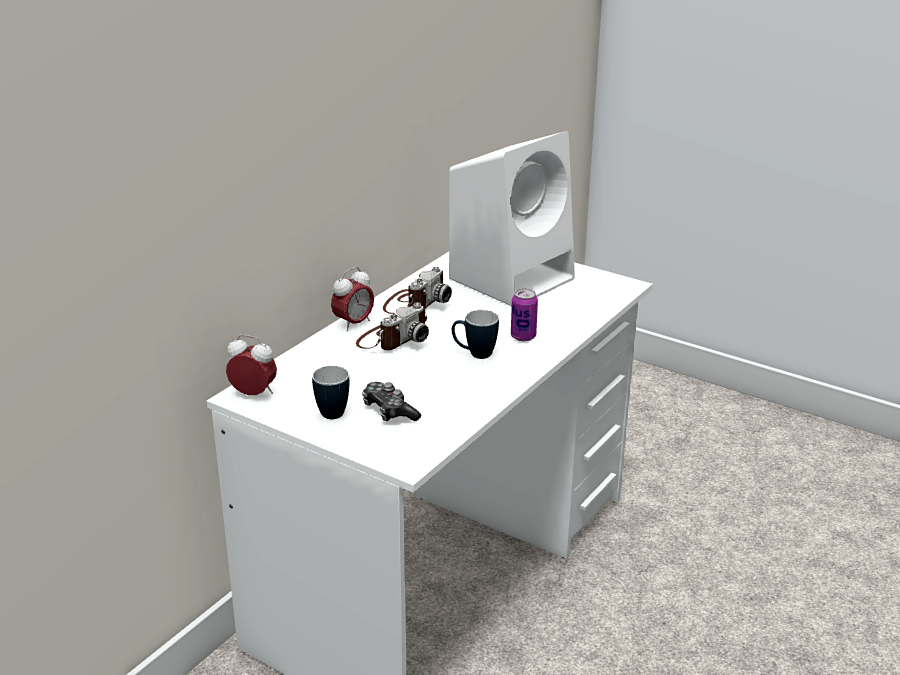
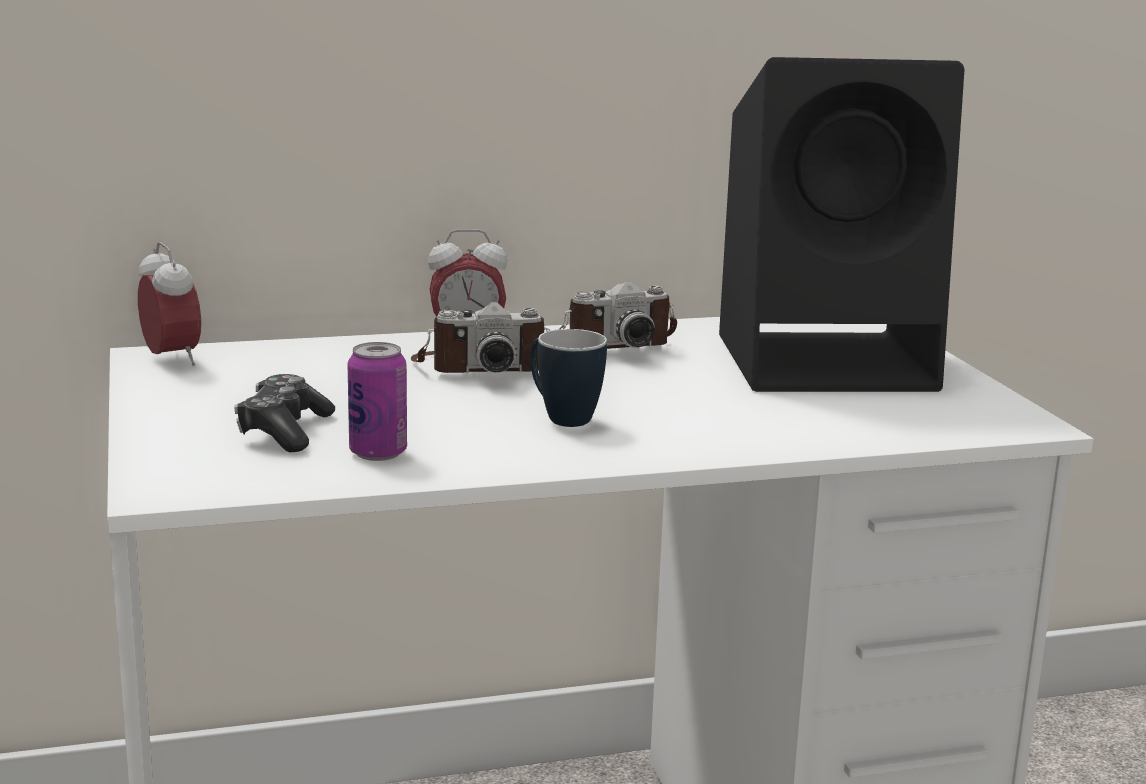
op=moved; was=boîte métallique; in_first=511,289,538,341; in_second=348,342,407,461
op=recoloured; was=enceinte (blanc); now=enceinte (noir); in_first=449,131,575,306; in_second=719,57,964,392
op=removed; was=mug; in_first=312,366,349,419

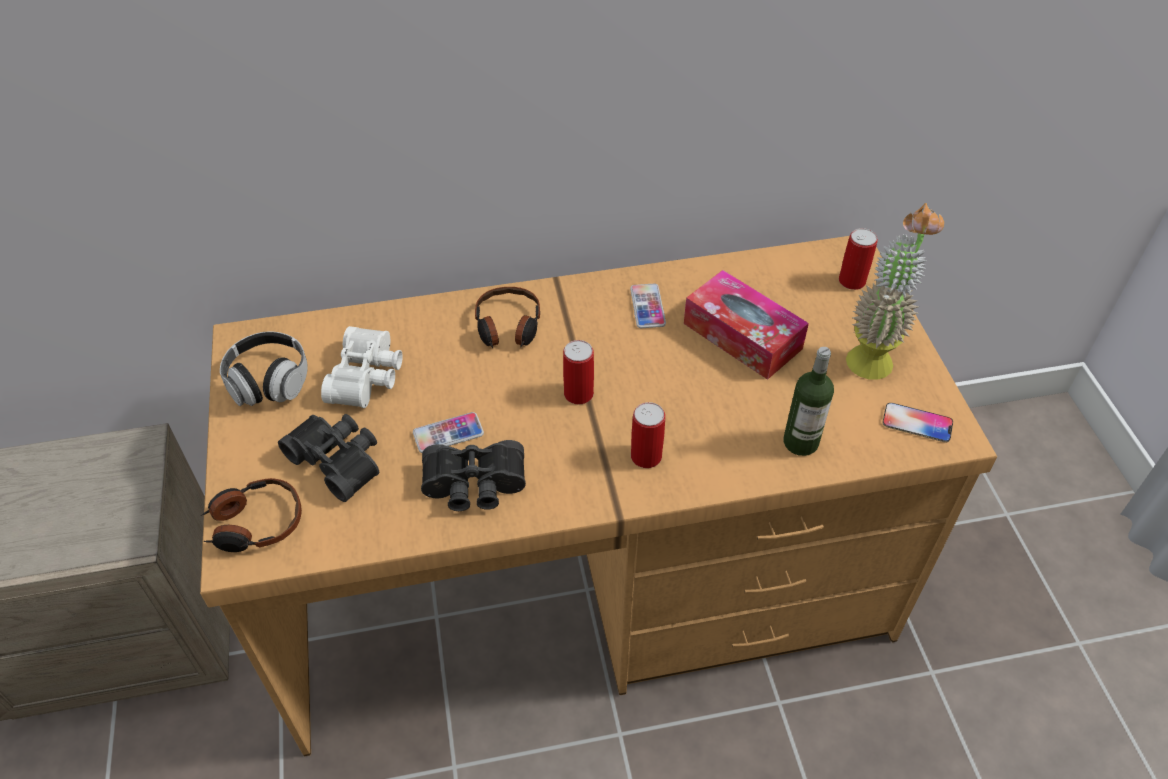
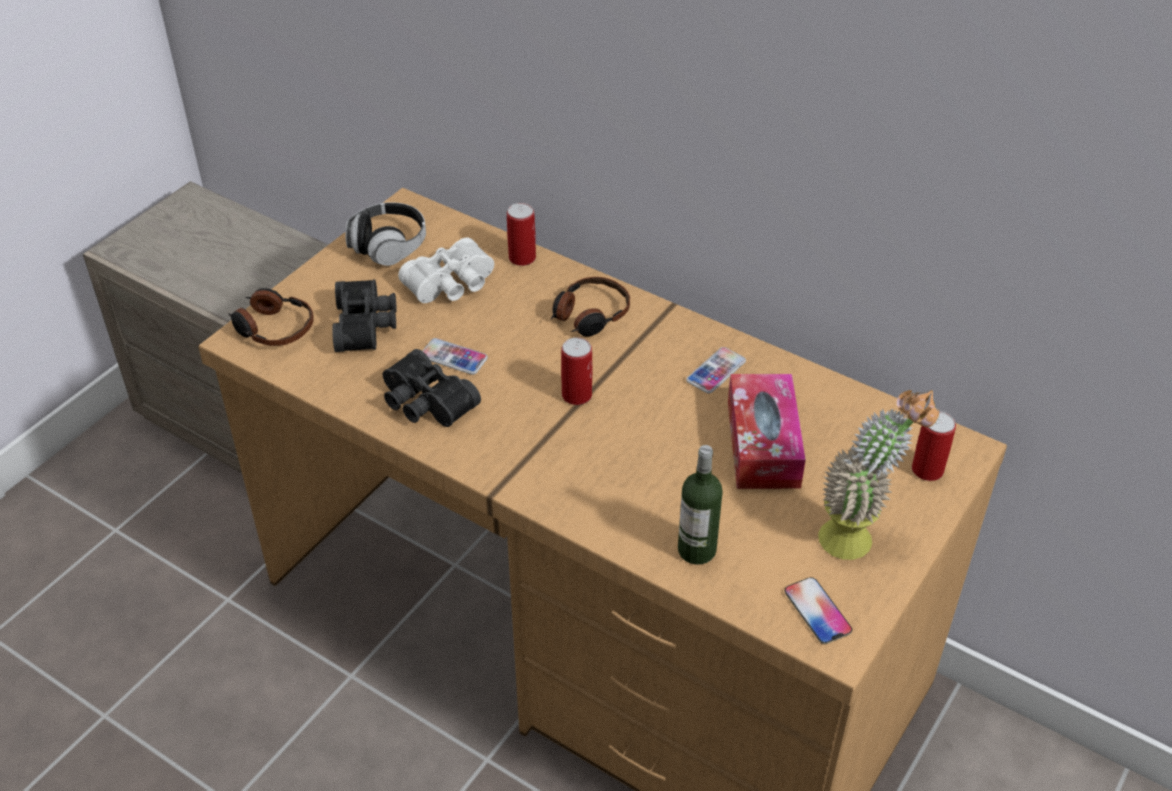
op=moved; was=boîte métallique; in_first=631,402,665,468; in_second=507,203,536,266

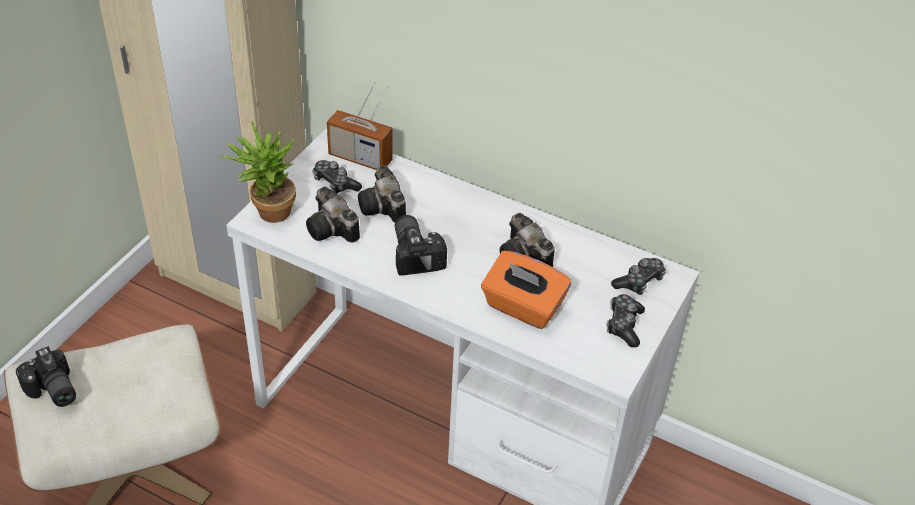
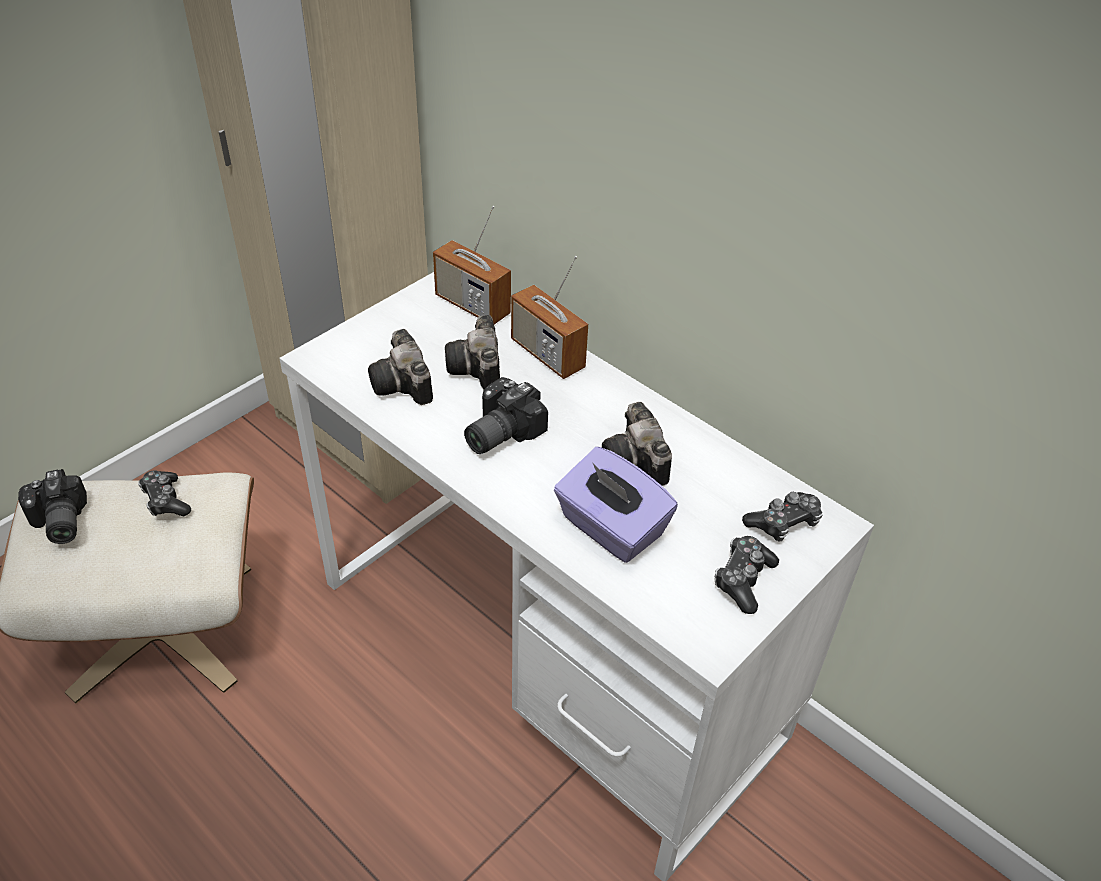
op=moved; was=manette; in_first=312,160,362,193; in_second=138,470,191,516
op=turned; was=appareil photo; in_first=395,215,447,276; in_second=464,377,548,454; clockwise=-135
op=added; now=radio; in_second=511,256,588,379
op=recoloured; was=boîte à mouchoirs (orange); now=boîte à mouchoirs (violet); in_first=481,250,572,329; in_second=554,447,678,563
op=removed; was=plante en pot; in_first=221,121,296,223

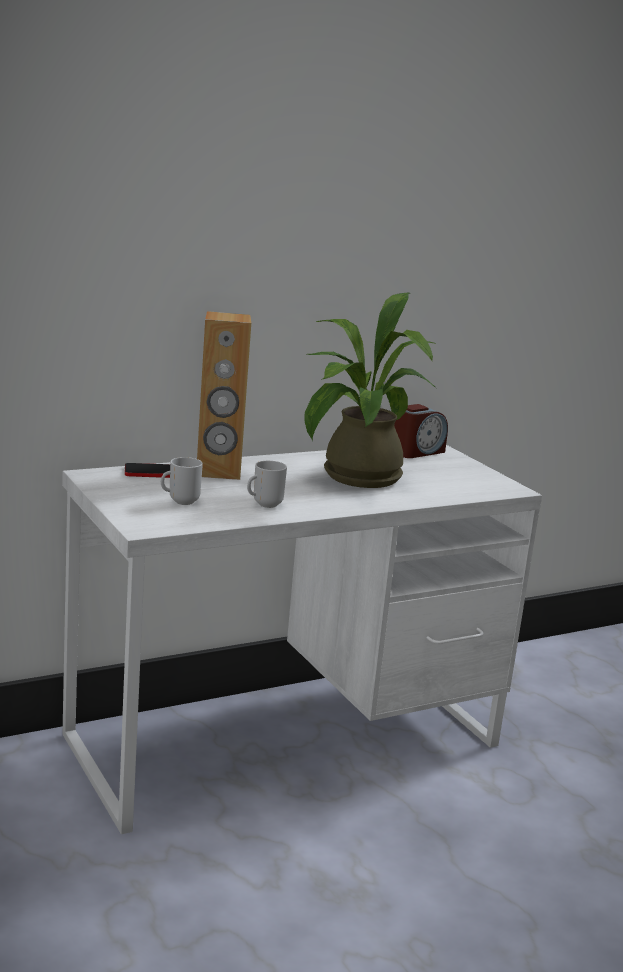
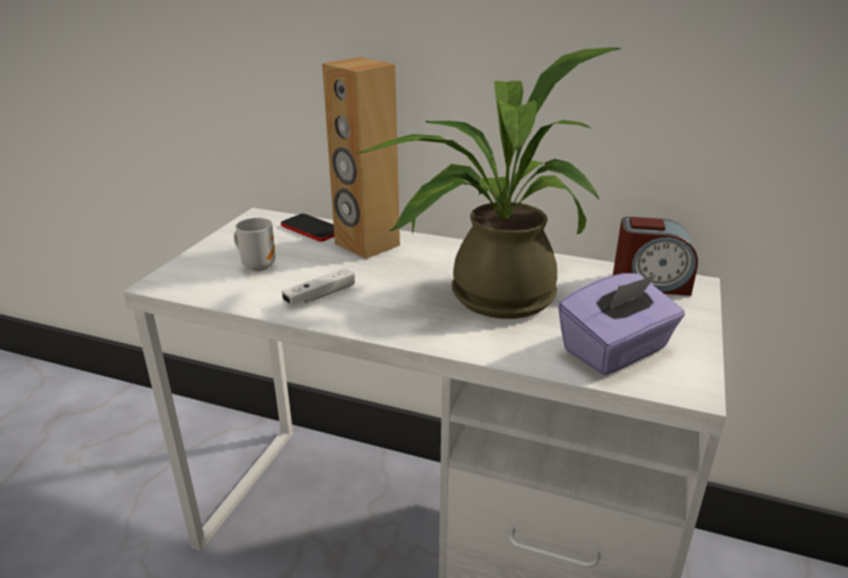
op=replaced; was=mug; now=manette (blanc); in_first=247,461,287,508; in_second=282,268,355,305
op=added; now=boîte à mouchoirs (violet); in_second=558,273,685,375

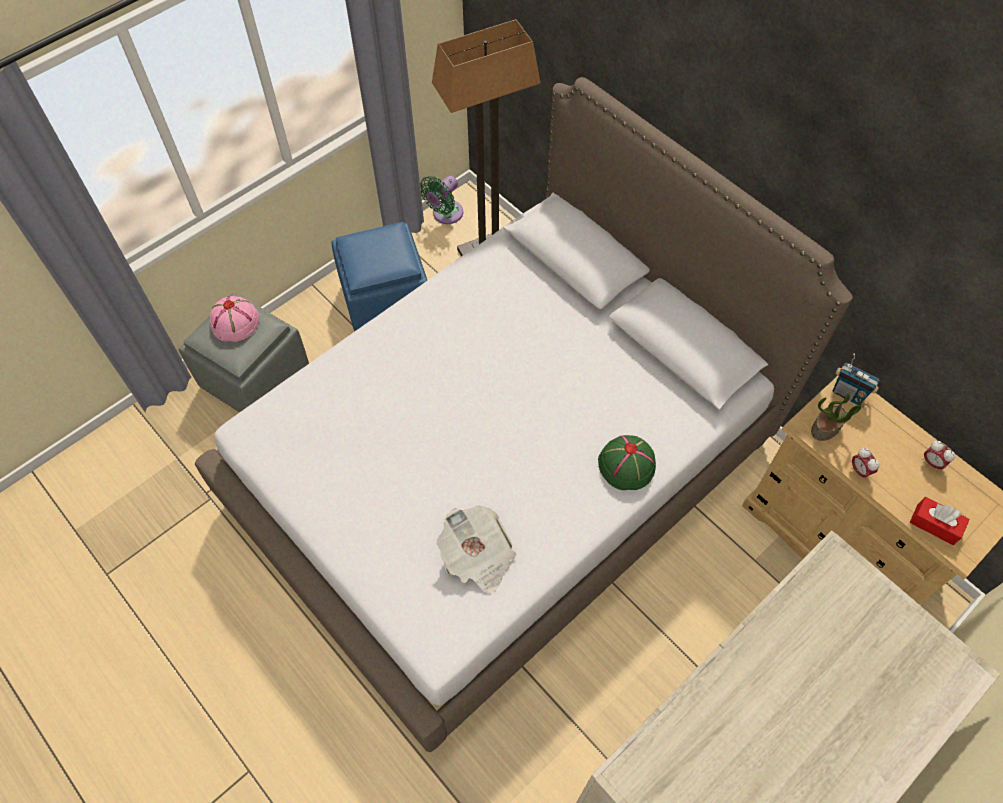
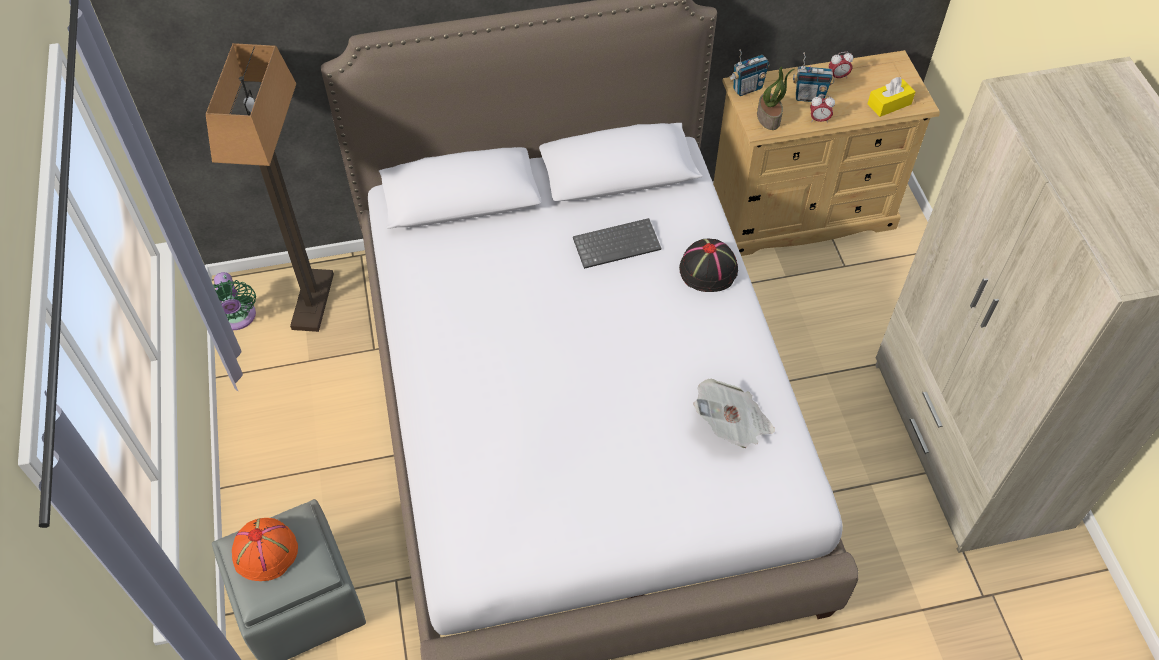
op=recoloured; was=chapeau (rose); now=chapeau (orange); in_first=210,296,259,342; in_second=232,518,298,581
op=added; now=clavier; in_second=573,218,661,269
op=recoloured; was=chapeau (vert); now=chapeau (noir); in_first=598,435,656,490; in_second=679,239,738,292
op=added; now=radio; in_second=793,52,835,102
op=recoloured; was=boîte à mouchoirs (rouge); now=boîte à mouchoirs (jaune); in_first=910,497,970,545; in_second=868,77,915,117
op=removed; was=pouf (bleu); in_first=331,222,427,332

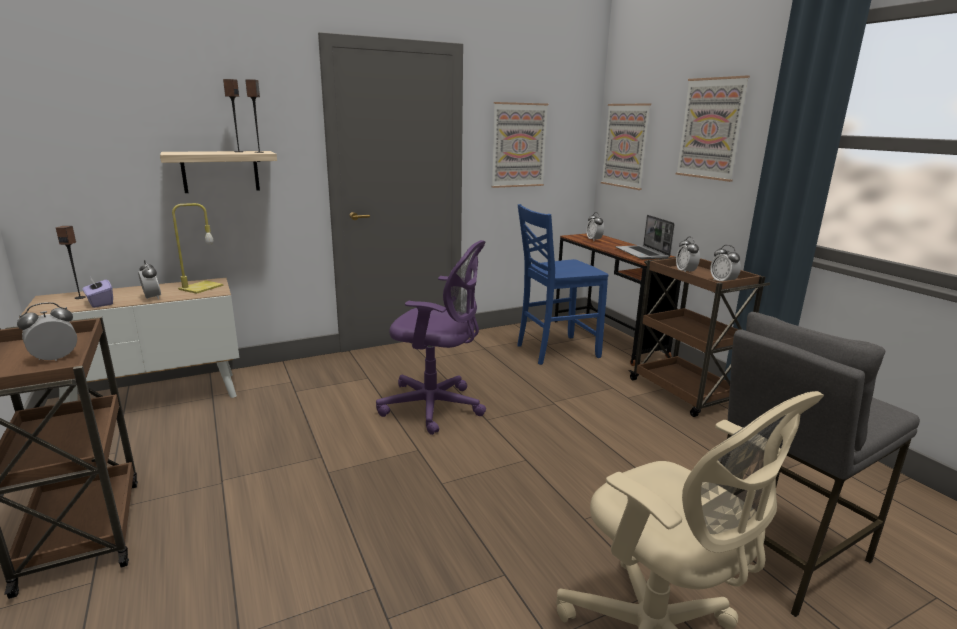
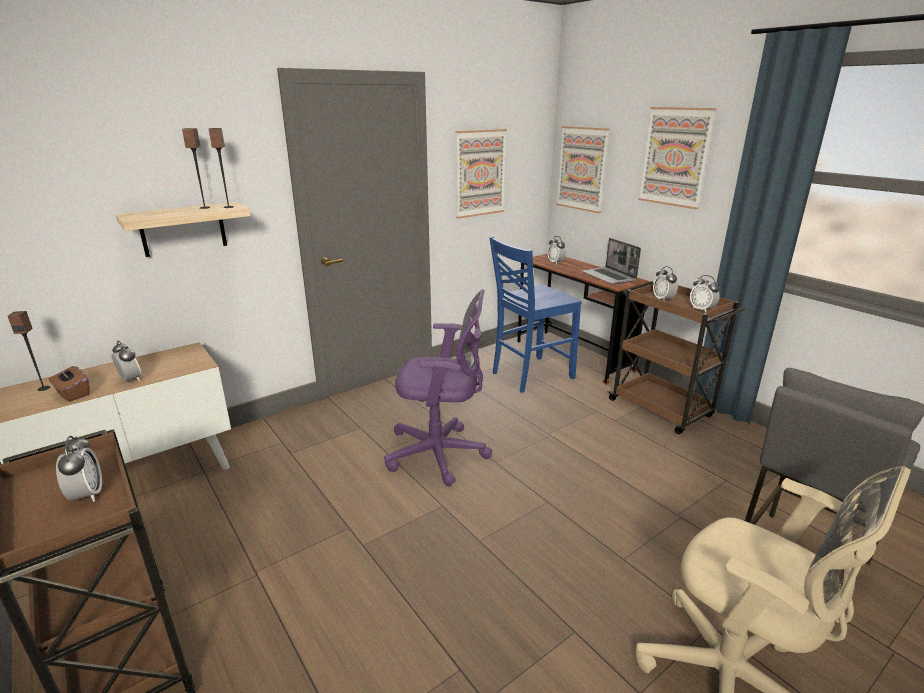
op=recoloured; was=boîte à mouchoirs (violet); now=boîte à mouchoirs (marron); in_first=82,276,113,308; in_second=49,366,90,402
op=turned; was=réveil; in_first=17,302,77,361; in_second=56,436,102,502; clockwise=120
op=removed; was=lampe de table (jaune); in_first=172,203,223,294

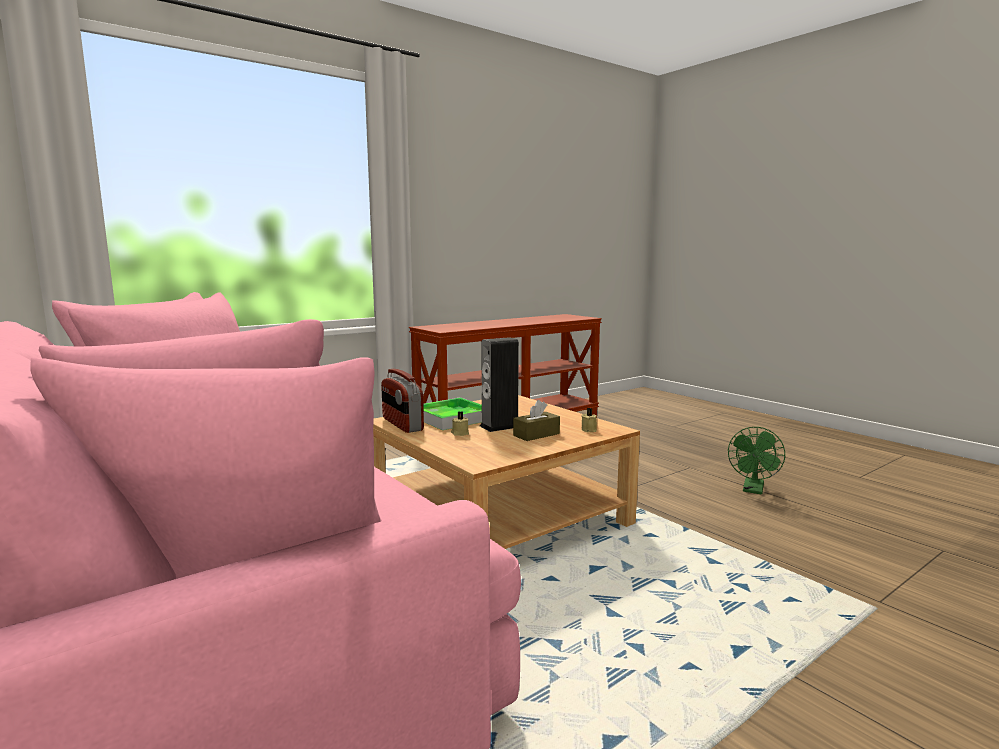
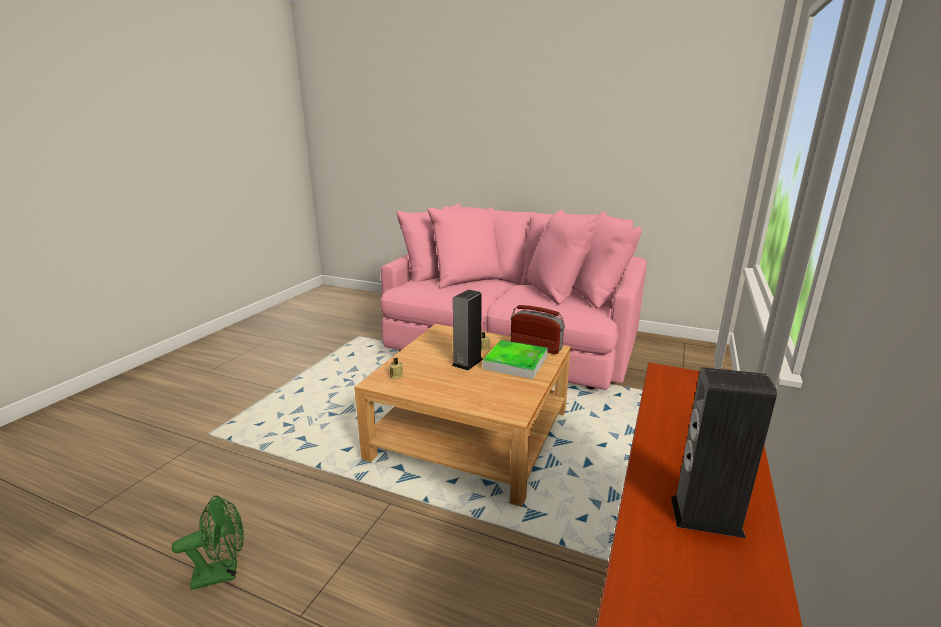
op=turned; was=ventilateur (vert); in_first=728,427,785,494; in_second=172,495,244,590; clockwise=75
op=added; now=enceinte; in_second=671,367,777,538
op=removed; was=boîte à mouchoirs (marron); in_first=513,400,560,441

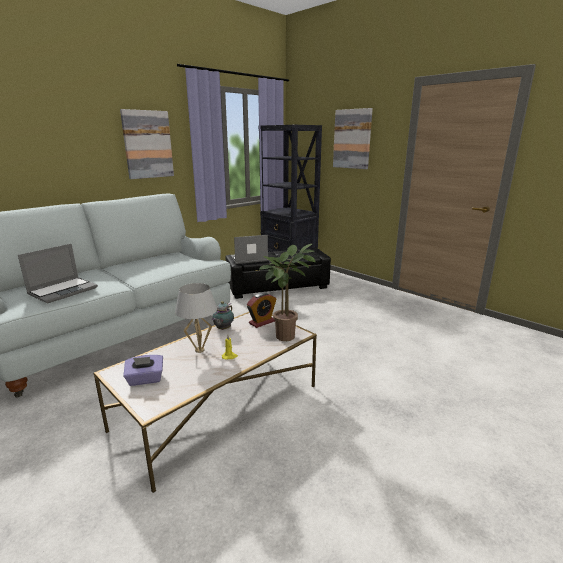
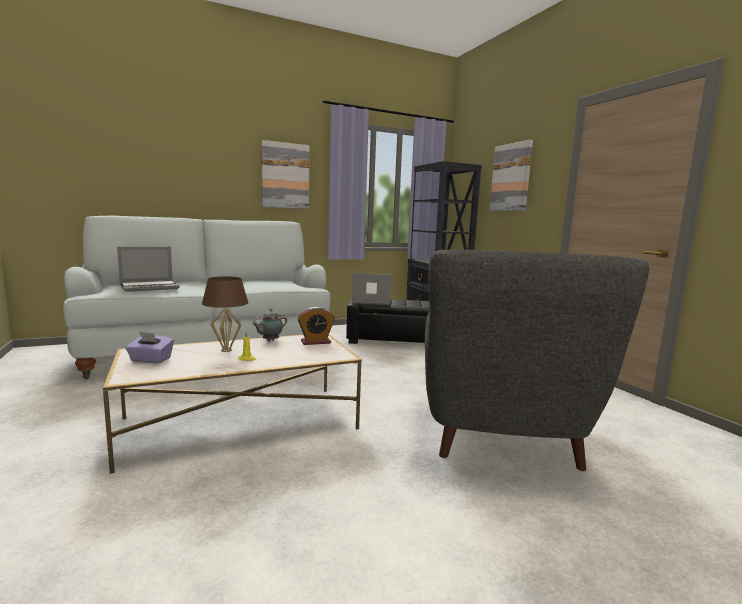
op=recoloured; was=lampe de table (blanc); now=lampe de table (marron); in_first=175,283,217,353; in_second=202,276,248,352
op=added; now=fauteuil (gris); in_second=425,250,649,471
op=removed; was=plante en pot; in_first=259,244,315,341

